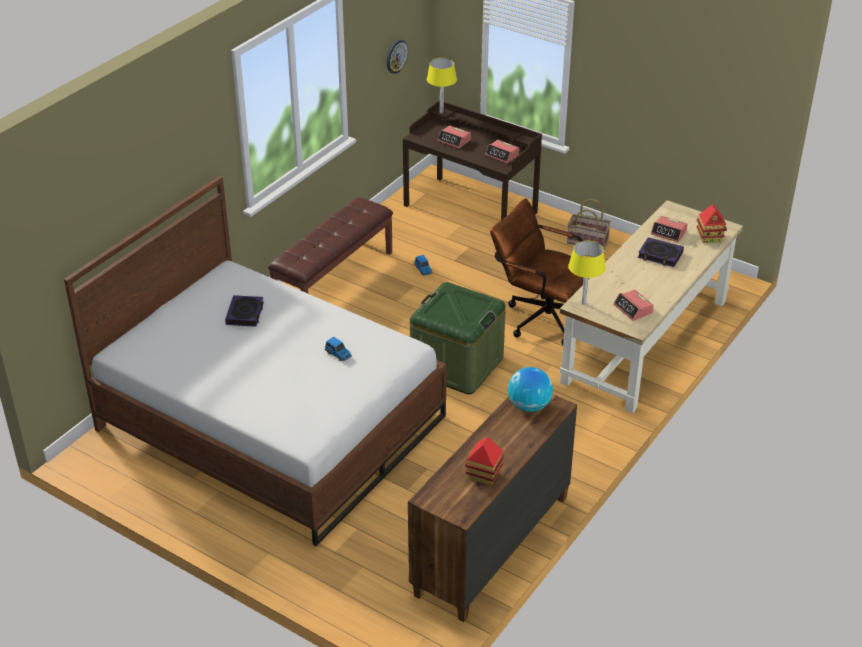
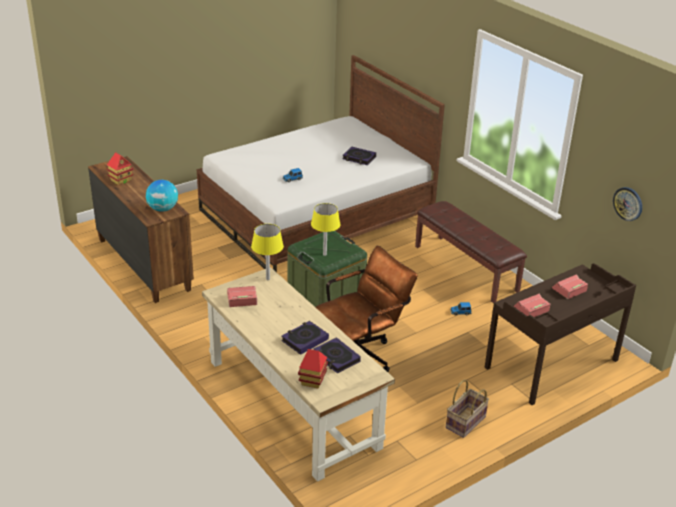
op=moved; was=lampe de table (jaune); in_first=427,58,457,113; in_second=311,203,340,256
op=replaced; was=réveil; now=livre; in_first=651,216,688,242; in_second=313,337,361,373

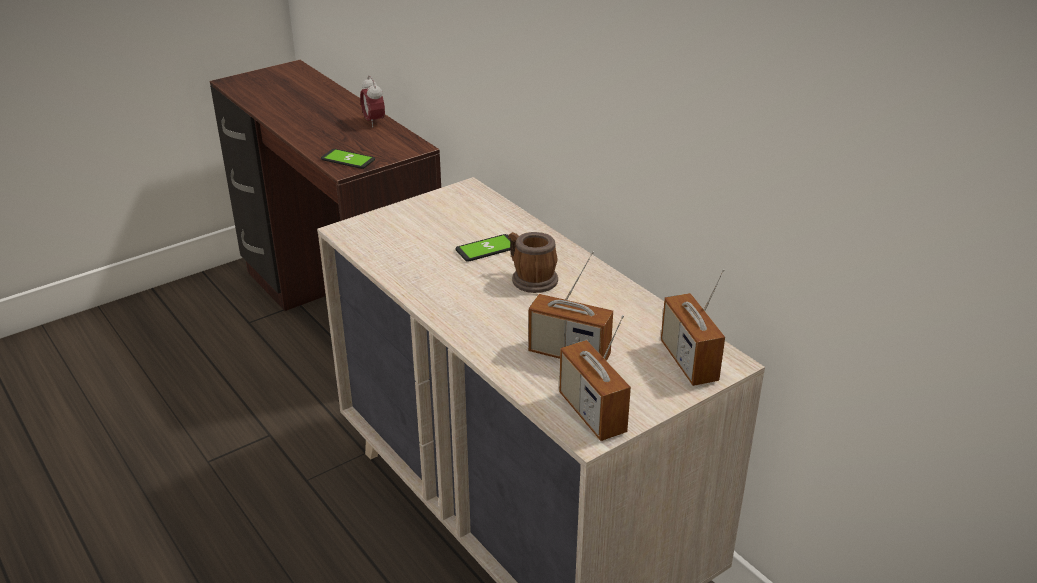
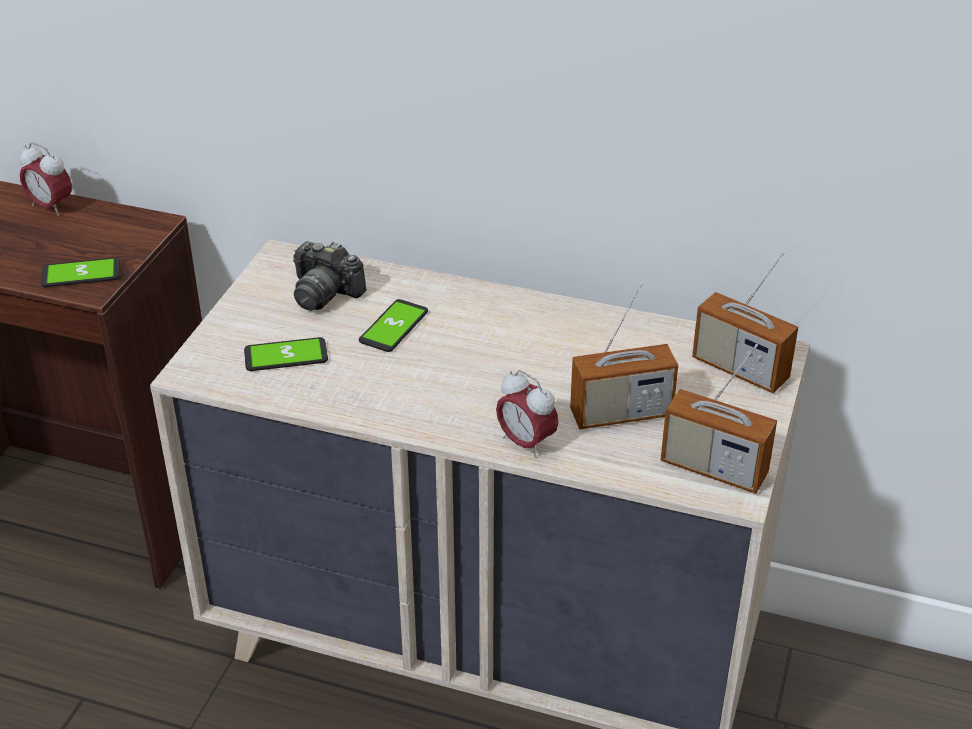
op=added; now=téléphone; in_second=244,337,328,371
op=added; now=appareil photo; in_second=293,241,366,311
op=added; now=réveil; in_second=496,370,559,459
op=removed; was=mug; in_first=508,232,558,293

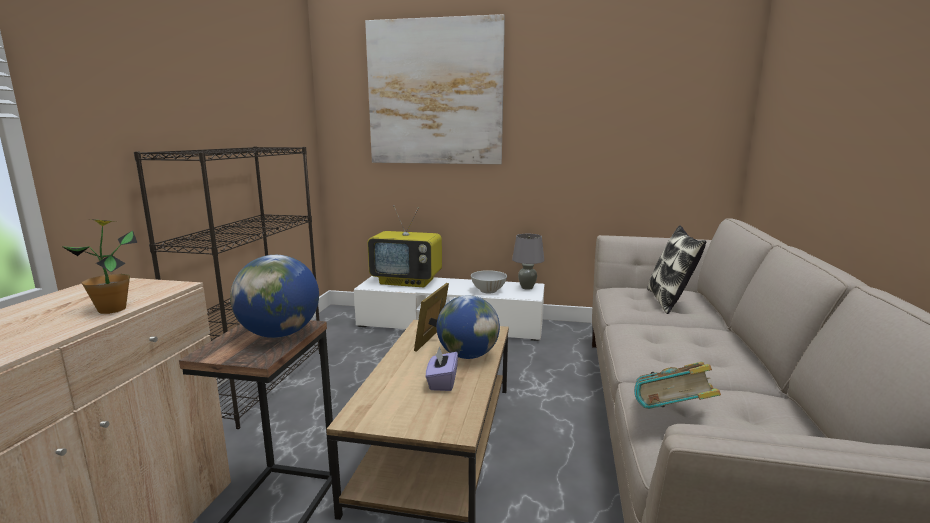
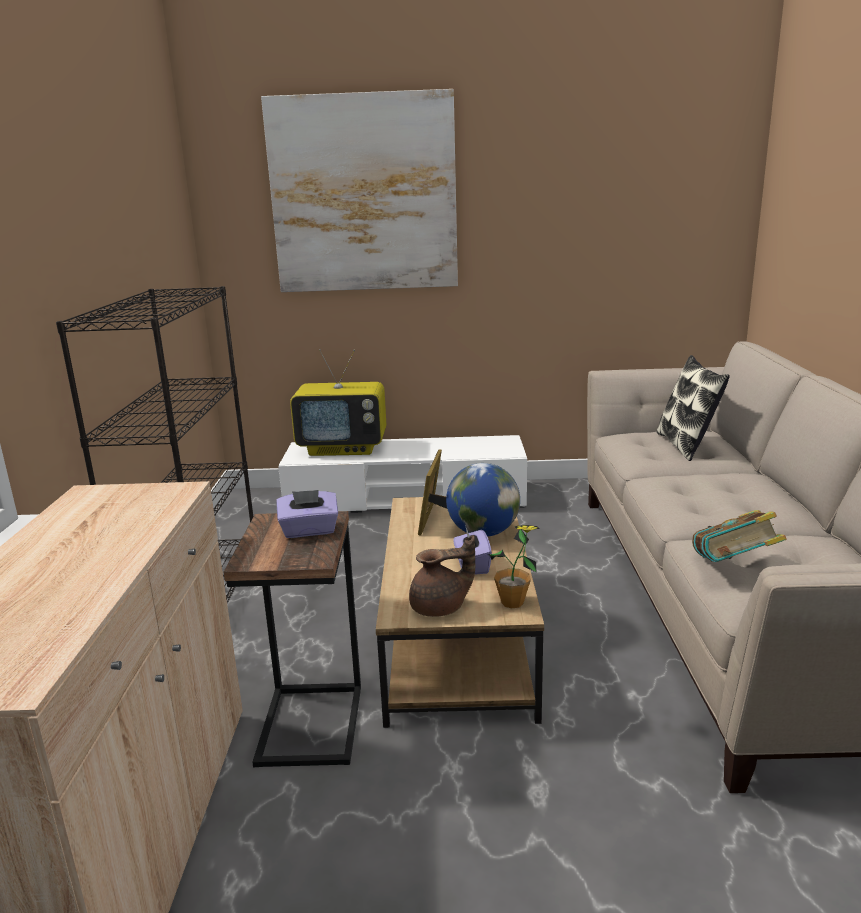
op=replaced; was=globe; now=boîte à mouchoirs (violet); in_first=230,255,319,338; in_second=276,490,338,538
op=added; now=théière (marron); in_second=409,535,475,617
op=moved; was=plante en pot; in_first=61,219,137,314; in_second=489,525,539,608
op=removed; was=bol (blanc); in_first=471,270,507,293
op=removed; was=lampe de table (gris); in_first=512,234,544,290

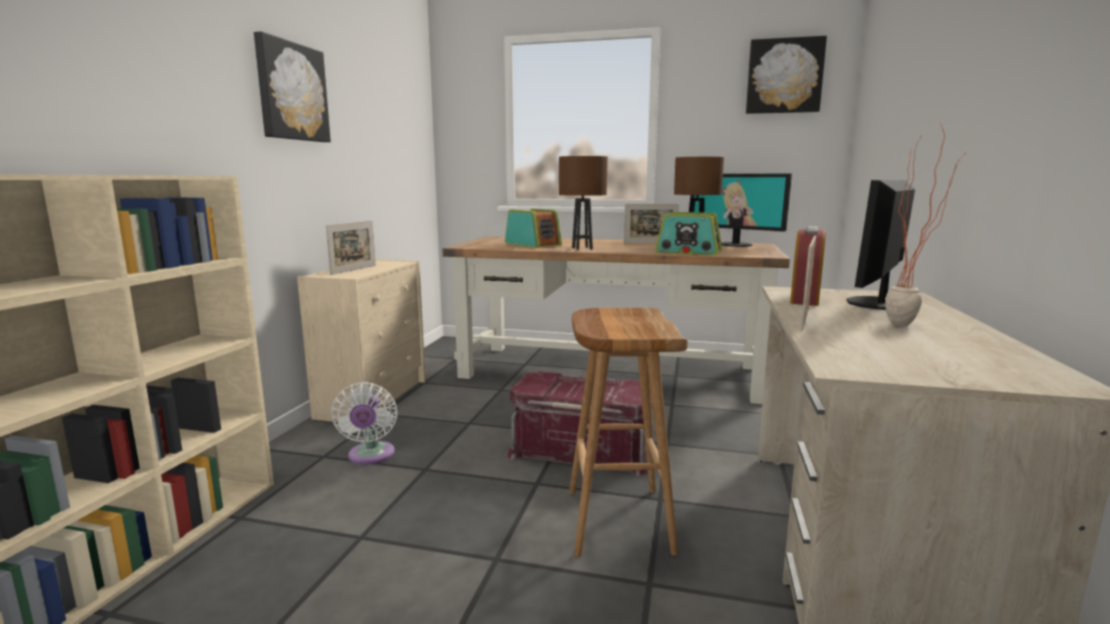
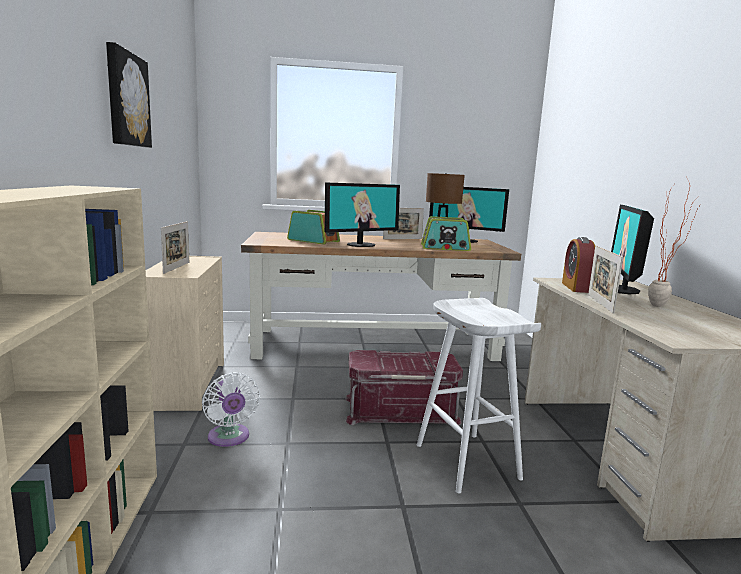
op=replaced; was=lampe de table (marron); now=écran d'ordinateur; in_first=559,156,608,250; in_second=325,183,400,247
op=recoloured; was=tabouret (marron); now=tabouret (blanc); in_first=569,308,688,557; in_second=417,298,541,493
op=removed; was=tableau; in_first=746,36,827,114

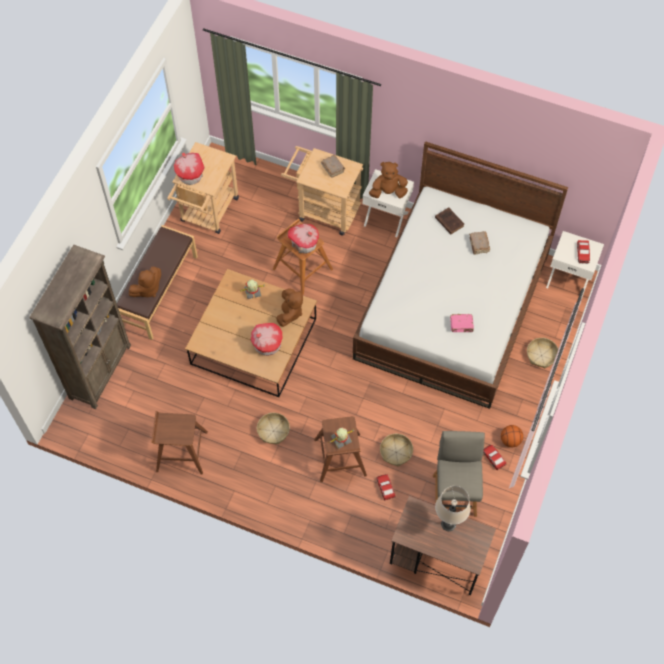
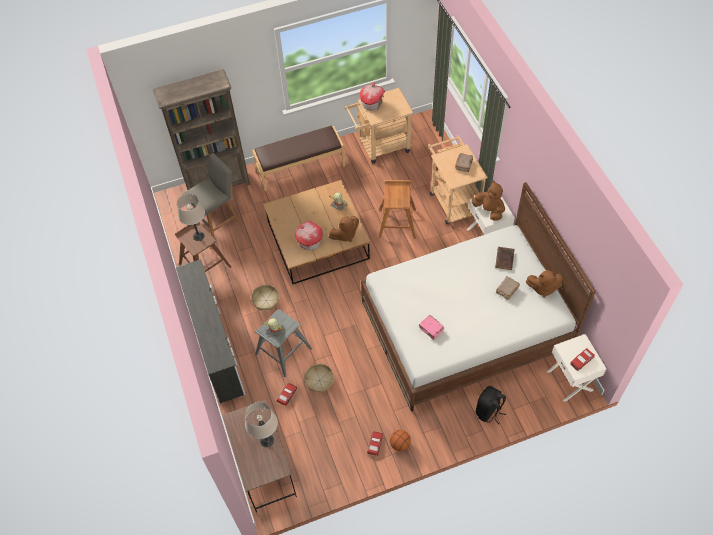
op=added; now=commode (blanc); in_second=176,259,246,404
op=added; now=lampe de table (beige); in_second=177,194,205,241
op=moved; was=chaise (gris); in_first=433,431,485,517; in_second=184,153,240,239
op=recoloured; was=tabouret (marron); now=tabouret (gris); in_first=314,416,367,482; in_second=254,309,312,377
op=replaced; was=panier; now=sac à dos (noir); in_first=527,338,558,368; in_second=476,386,506,425
op=moved; was=peluche (marron); in_first=129,267,161,297; in_second=526,270,563,298
op=removed; was=maison miniature; in_first=287,223,319,254

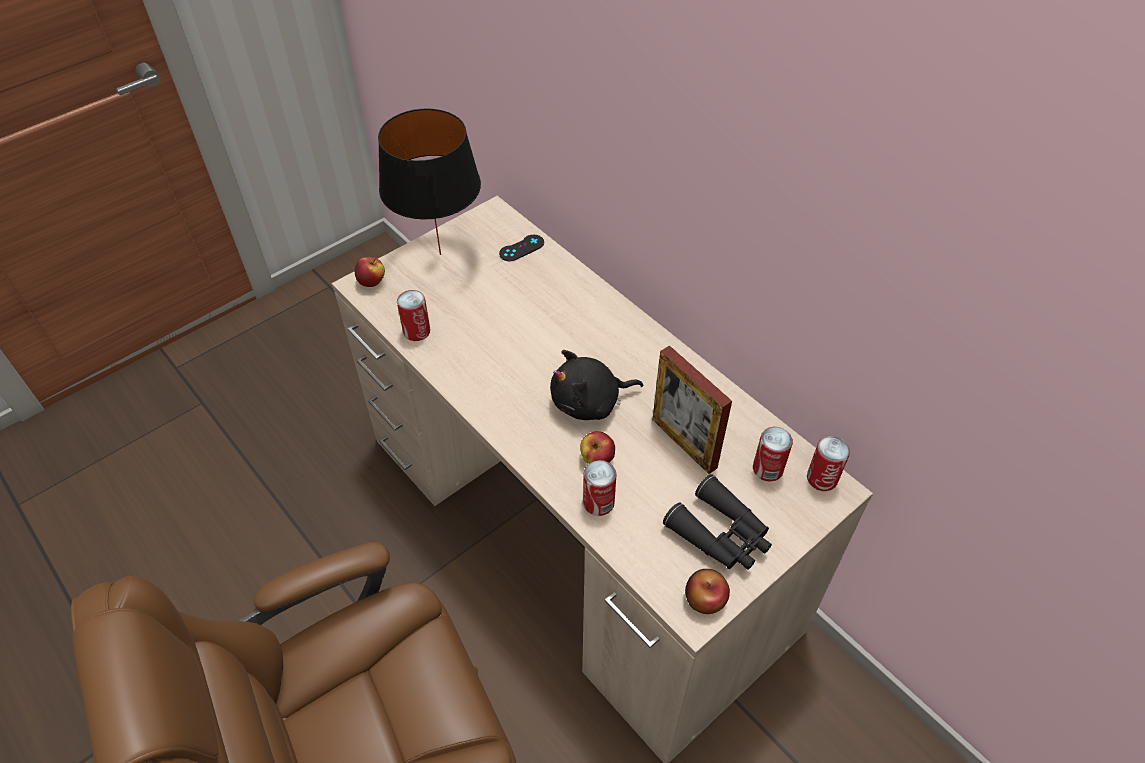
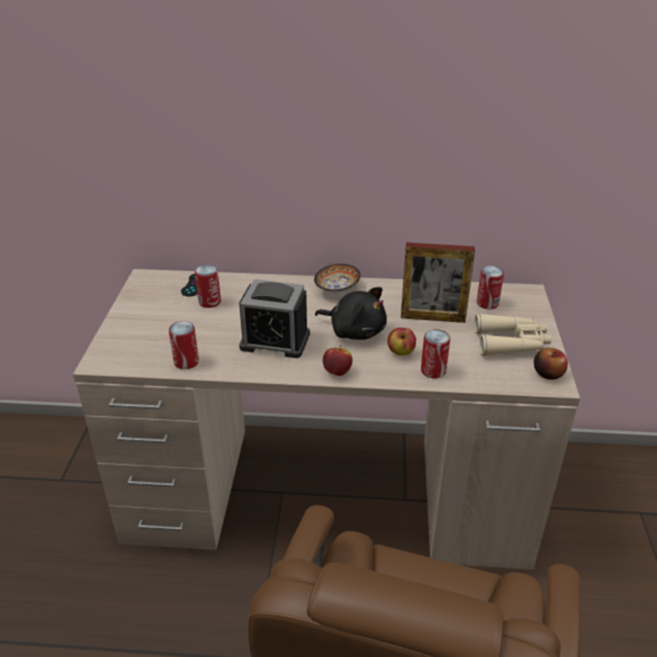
op=moved; was=boîte métallique; in_first=807,436,850,491; in_second=195,265,221,308
op=added; now=réveil; in_second=239,279,310,358
op=added; now=bol; in_second=314,264,361,293
op=turned; was=peluche (noir); in_first=550,350,643,420; in_second=315,287,387,340; clockwise=-90
op=moved; was=pomme; in_first=355,257,385,287; in_second=323,345,353,376
op=recoloured; was=jumelles (noir); now=jumelles (beige); in_first=663,474,772,570; in_second=474,313,551,356
op=removed; was=lampe de table (noir); in_first=378,108,481,255

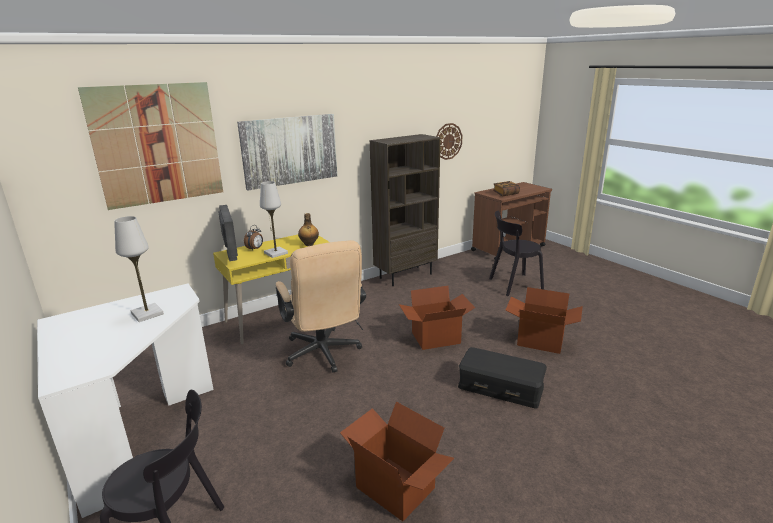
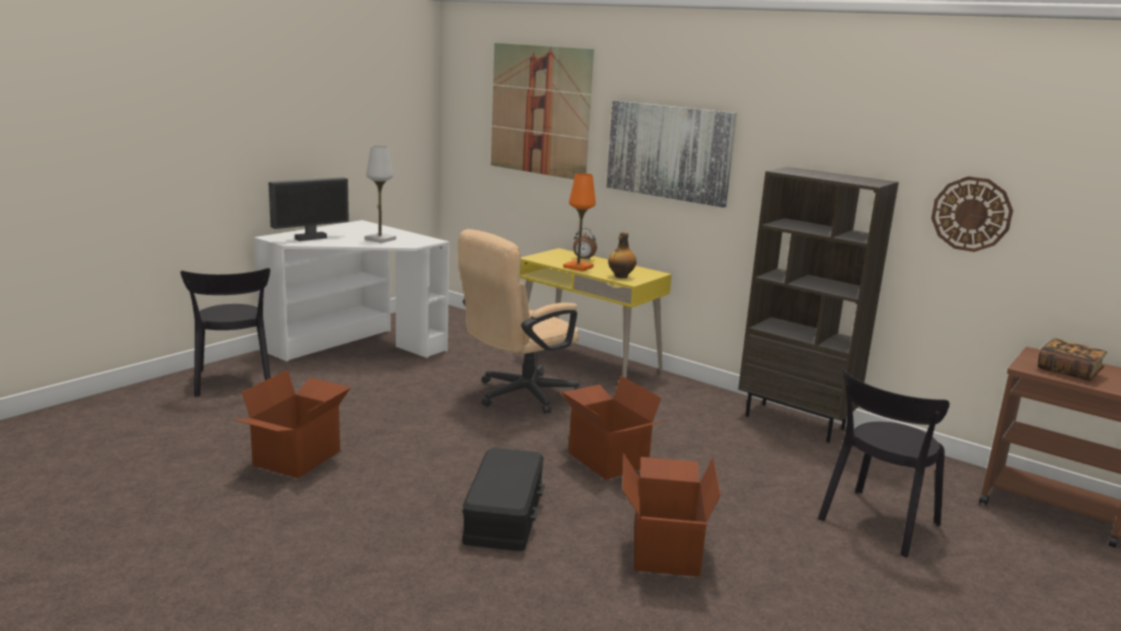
op=moved; was=écran d'ordinateur; in_first=218,205,238,261; in_second=268,177,349,241
op=recoloured; was=lampe de table (blanc); now=lampe de table (orange); in_first=260,181,288,258; in_second=563,173,596,272
op=turned; was=chaise (noir); in_first=489,211,544,296; in_second=818,369,950,558; clockwise=-105

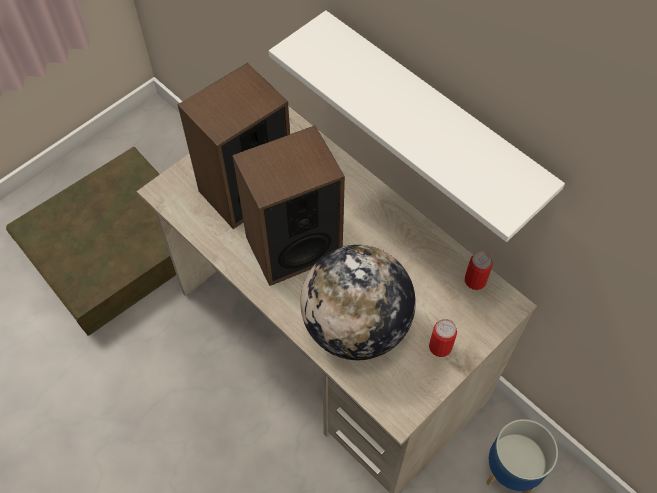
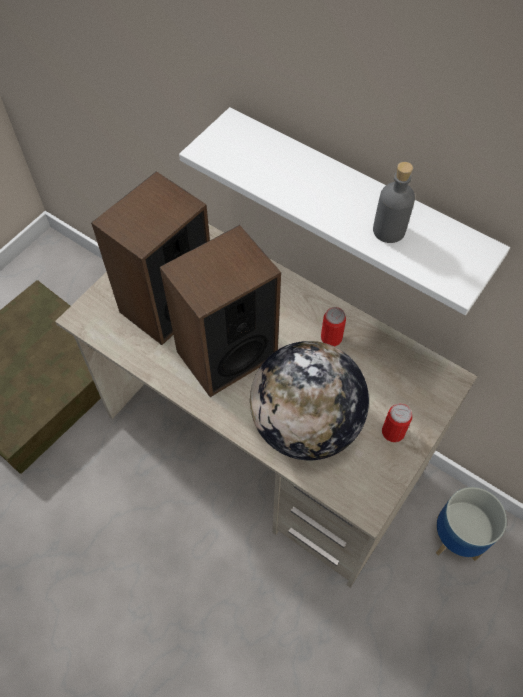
op=moved; was=boîte métallique; in_first=465,251,493,290; in_second=321,307,346,346
op=added; now=bouteille (gris); in_second=373,162,415,243

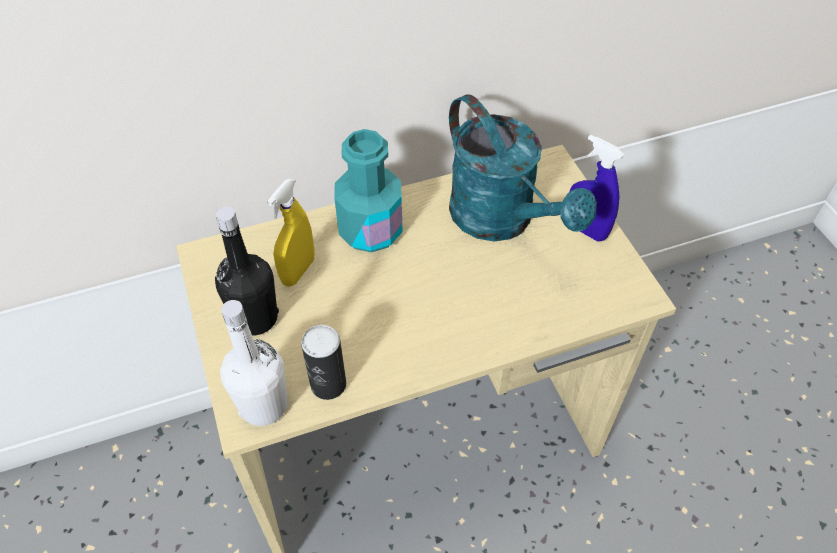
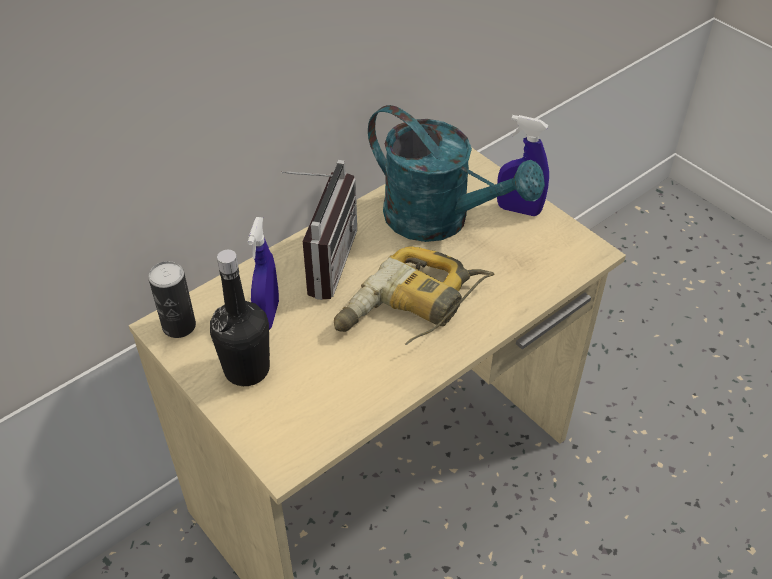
op=moved; was=boîte métallique; in_first=301,325,346,400; in_second=148,261,196,338
op=recoloured; was=vaporisateur (jaune); now=vaporisateur (bleu); in_first=267,178,315,286; in_second=248,217,279,330
op=replaced; was=bouteille (turquoise); now=radio; in_first=334,129,402,252; in_second=281,160,357,300
op=added; now=perceuse; in_second=334,246,495,345
op=removed; was=bouteille (blanc); in_first=220,300,287,426

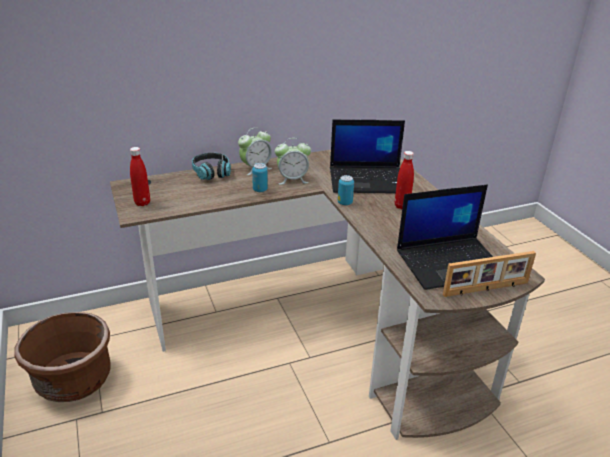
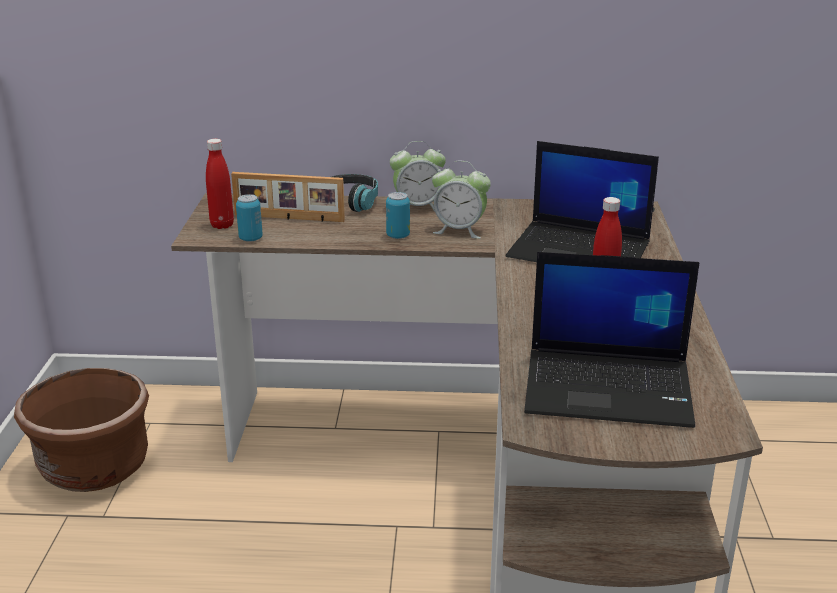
op=moved; was=cadre photo; in_first=443,251,536,297; in_second=231,172,345,222
op=moved; was=boîte métallique; in_first=338,175,354,205; in_second=236,194,263,242

